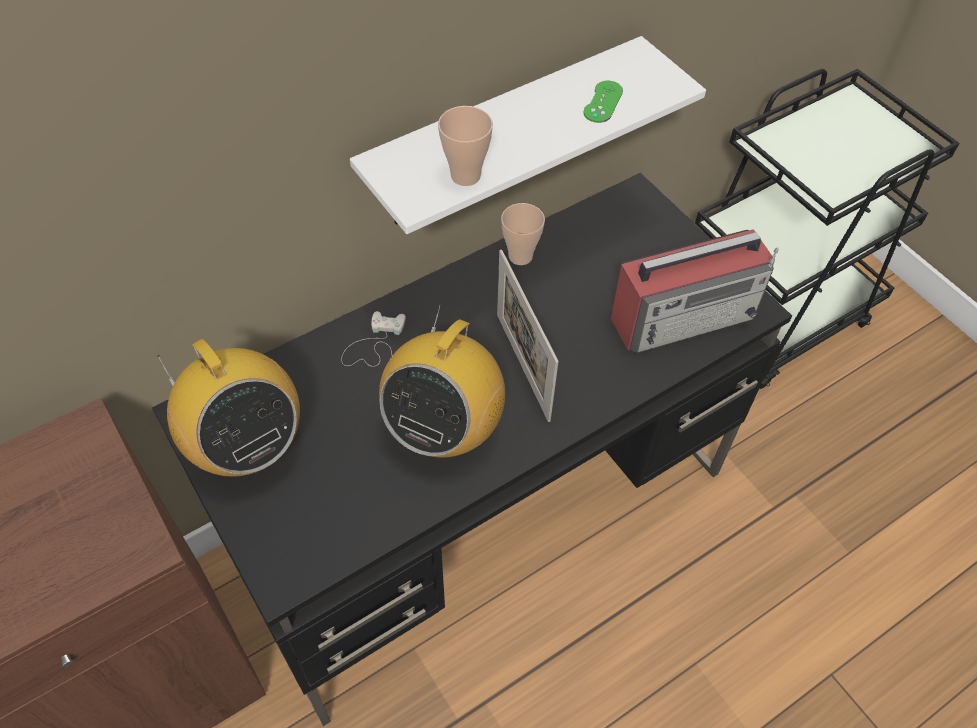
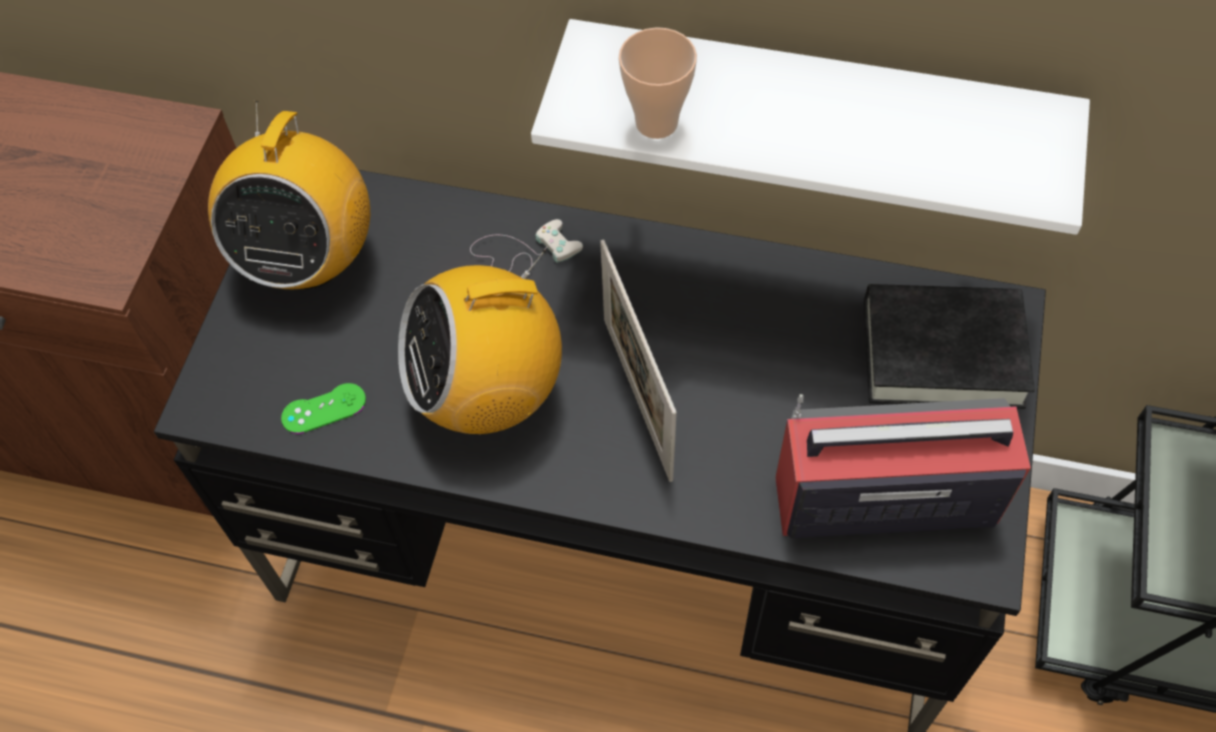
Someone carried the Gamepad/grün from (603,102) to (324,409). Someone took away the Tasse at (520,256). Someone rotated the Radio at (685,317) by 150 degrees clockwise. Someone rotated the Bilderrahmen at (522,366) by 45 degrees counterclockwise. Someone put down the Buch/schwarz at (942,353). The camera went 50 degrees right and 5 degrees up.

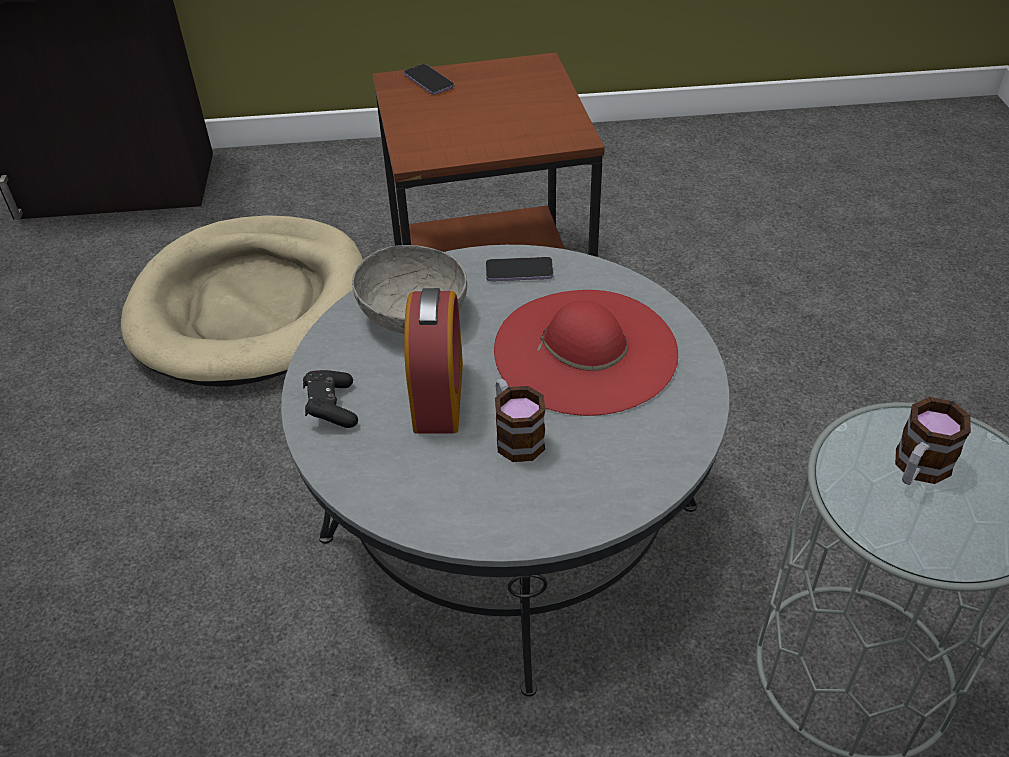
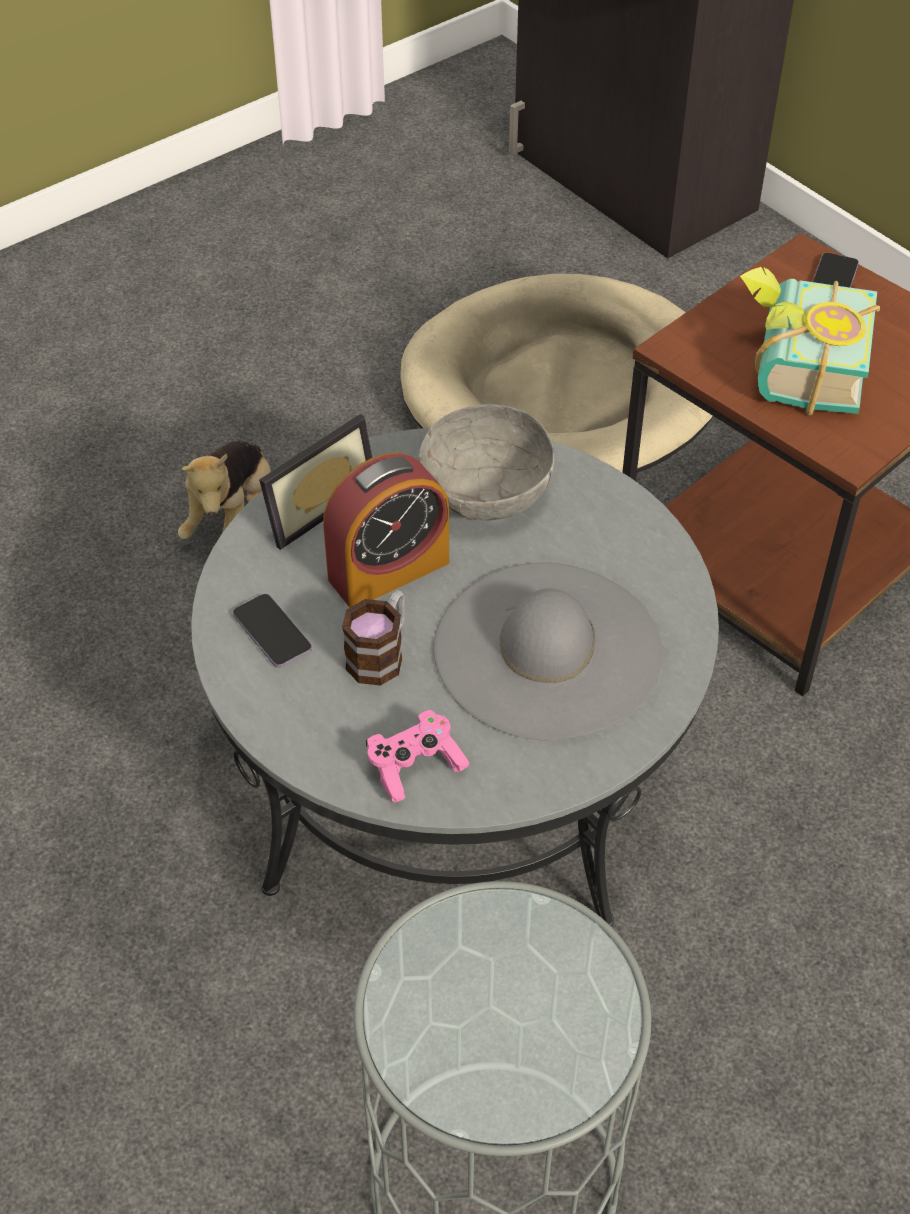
Someone carried the Handy from (519,271) to (272,632). Someone repainted the Hut/rot at (585,350), which became the Hut/grau at (548,650). Someone swapped the Gamepad/schwarz at (331,408) for the Bilderrahmen at (313,504). Someone took away the Henkelbecher at (917,469). Someone put down the Buch at (795,369). Someone put down the Plüschtier at (231,516). Someone put down the Gamepad/rosa at (415,766). The camera went 55 degrees right and 5 degrees up.

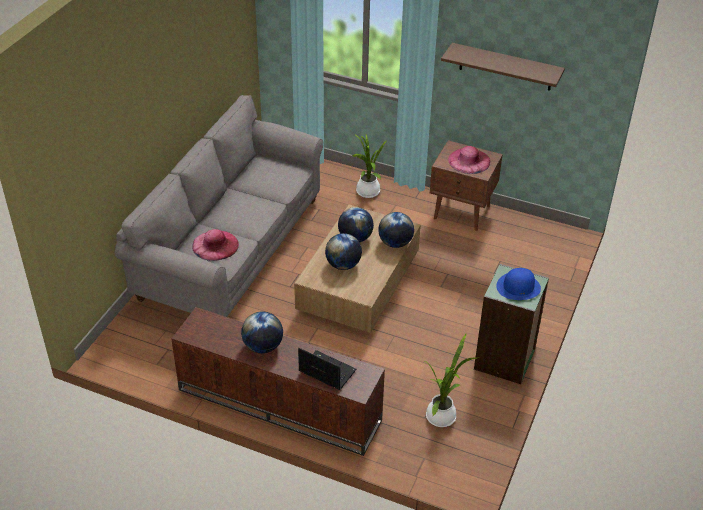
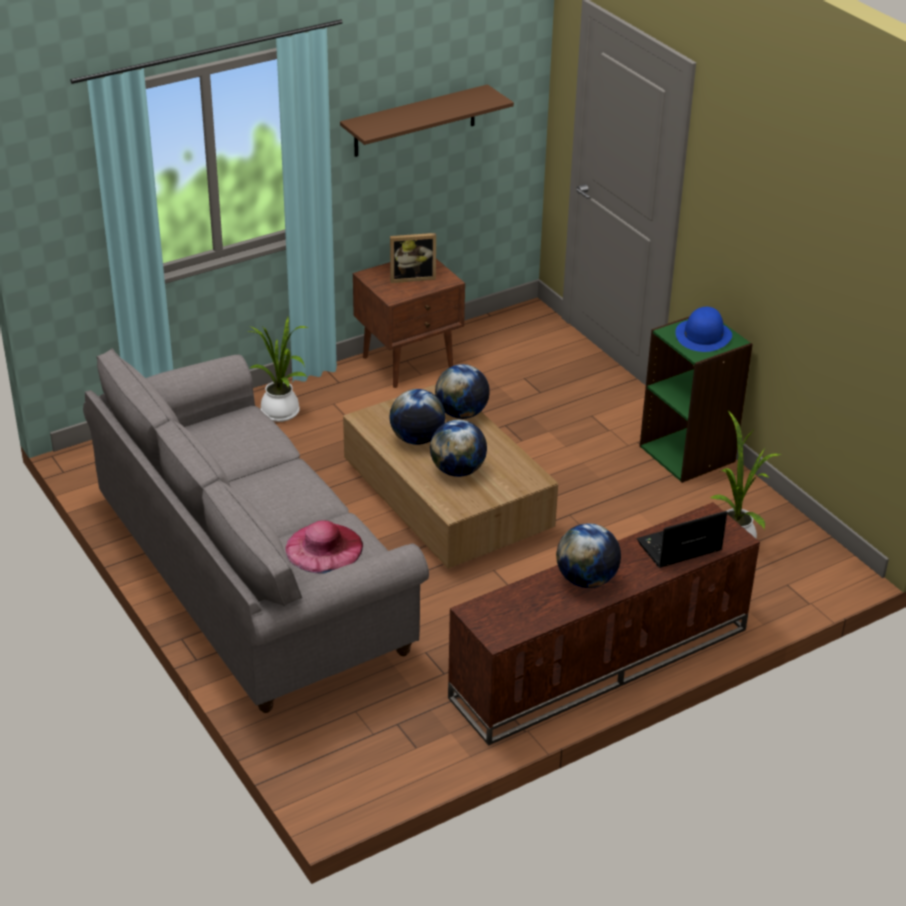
Someone swapped the Hut/rosa at (469,161) for the Bilderrahmen at (412,277). The camera went 55 degrees left and 5 degrees down.

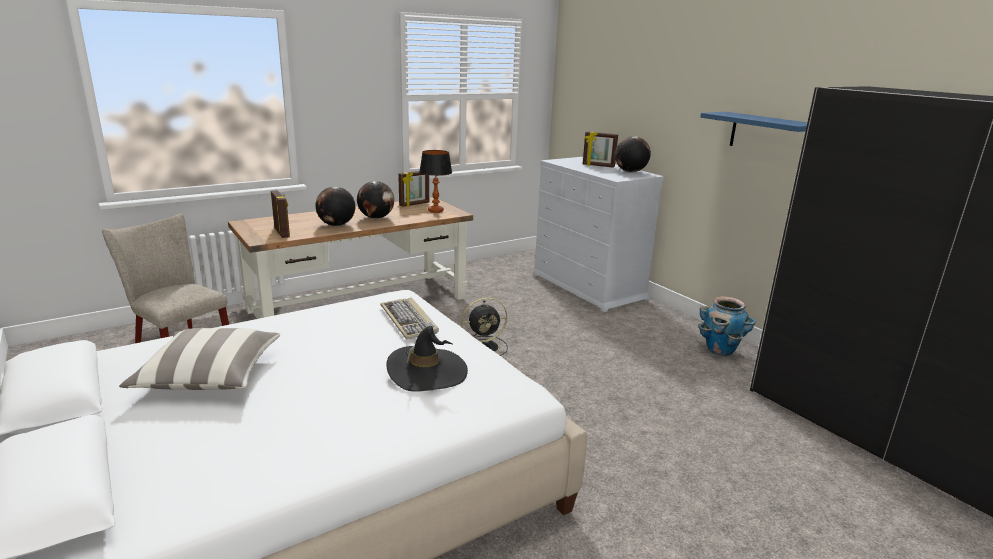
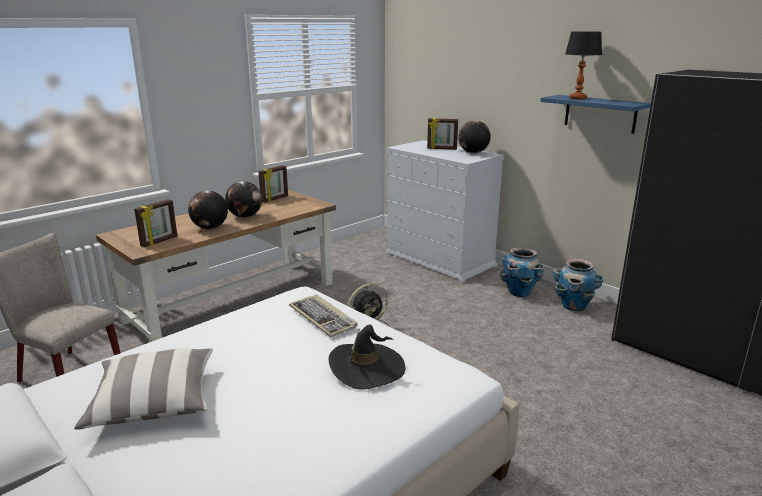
Someone carried the Tischlampe from (435,211) to (577,98). Someone rotated the Bilderrahmen at (282,233) by 75 degrees clockwise. Someone put down the Pflanzkübel at (519,292). The camera went 10 degrees left and 0 degrees up.

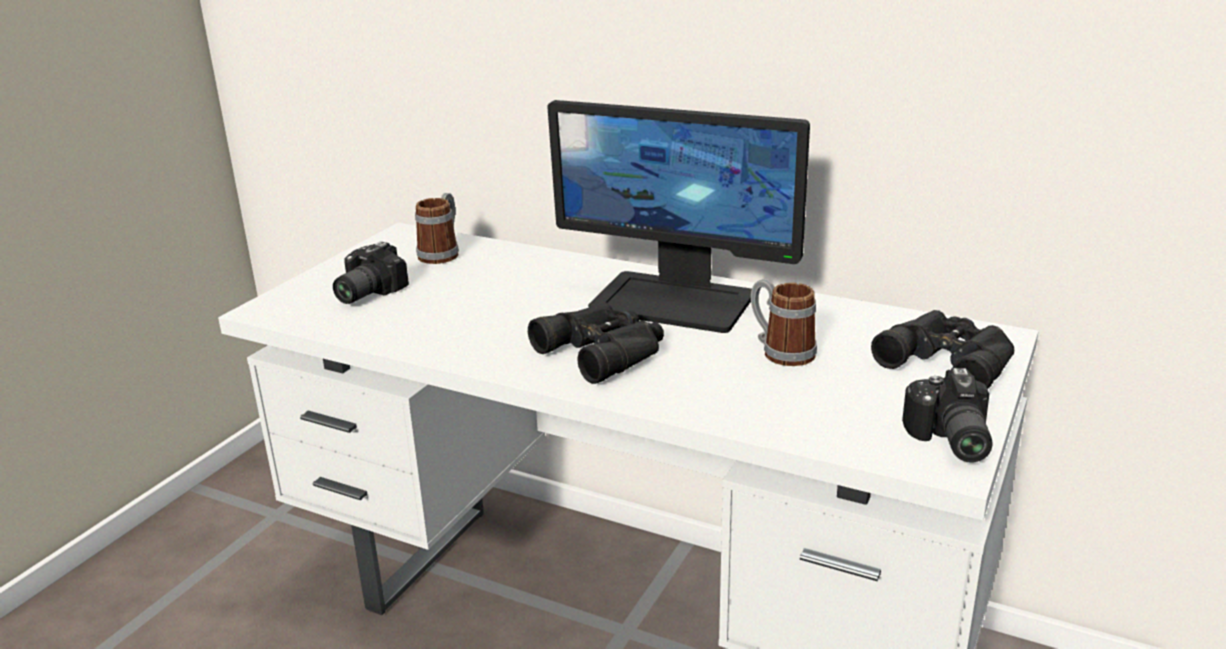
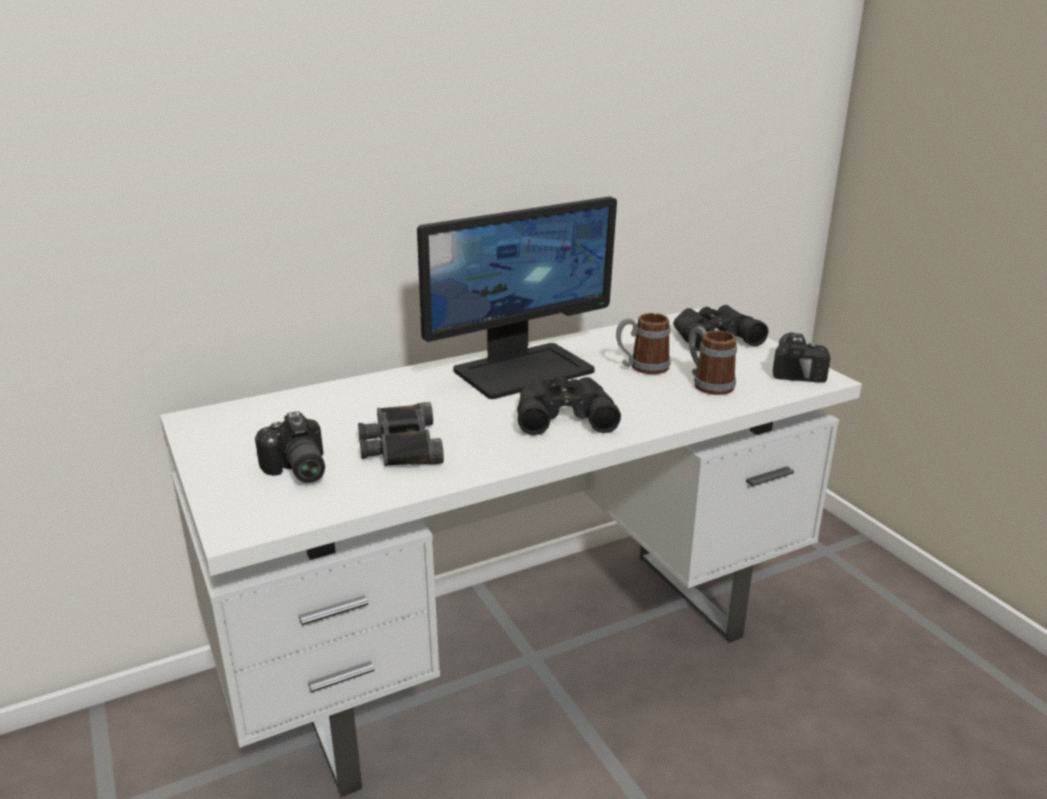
Someone carried the Henkelbecher from (442,253) to (708,383). Someone rotated the Kamera at (948,441) by 120 degrees counterclockwise. Someone put down the Fernglas/schwarz at (400,445). The camera went 55 degrees left and 0 degrees up.

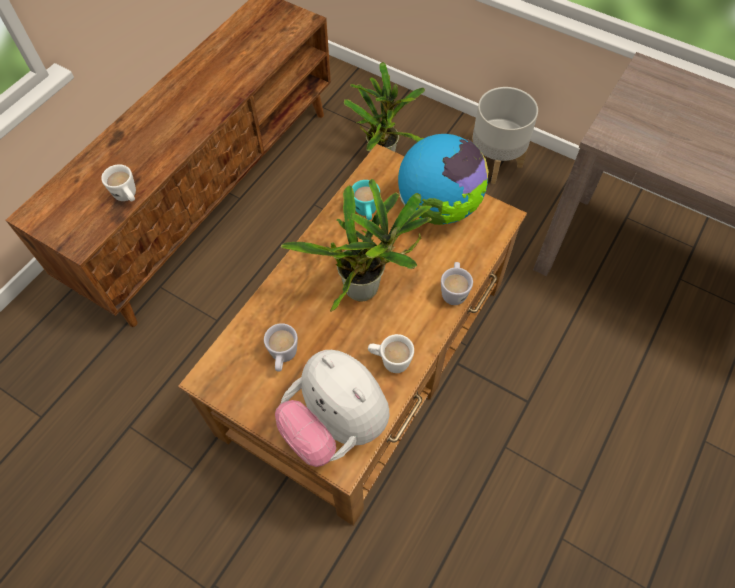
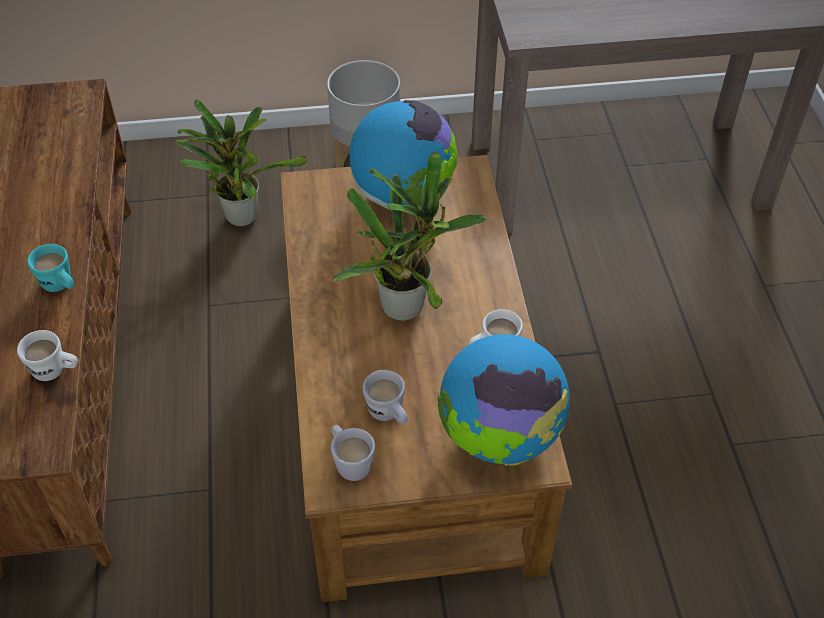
Someone carried the Henkelbecher/türkis from (366,212) to (61,286). Someone carried the Henkelbecher/weiß from (454,291) to (350,462). Someone swapped the Plüschtier at (335,425) for the Globus at (499,436). The camera went 40 degrees left and 10 degrees down.

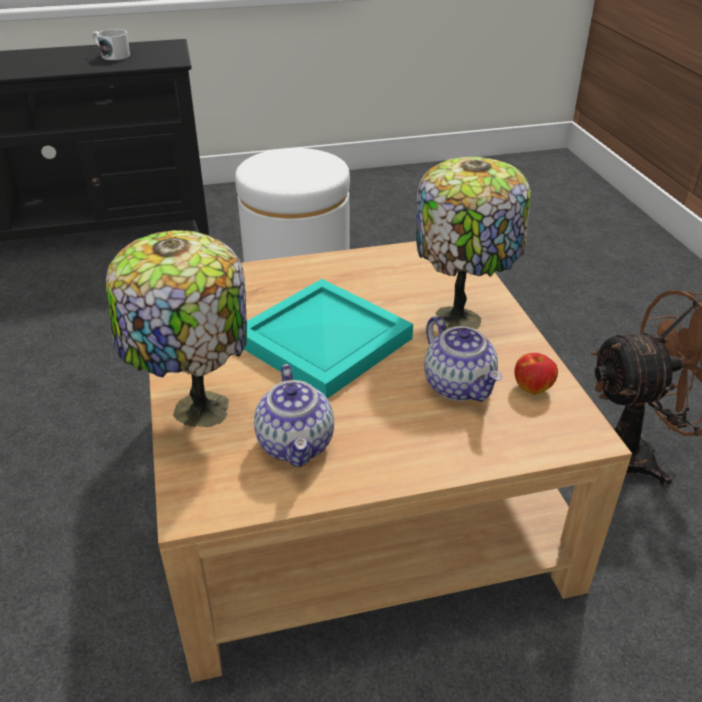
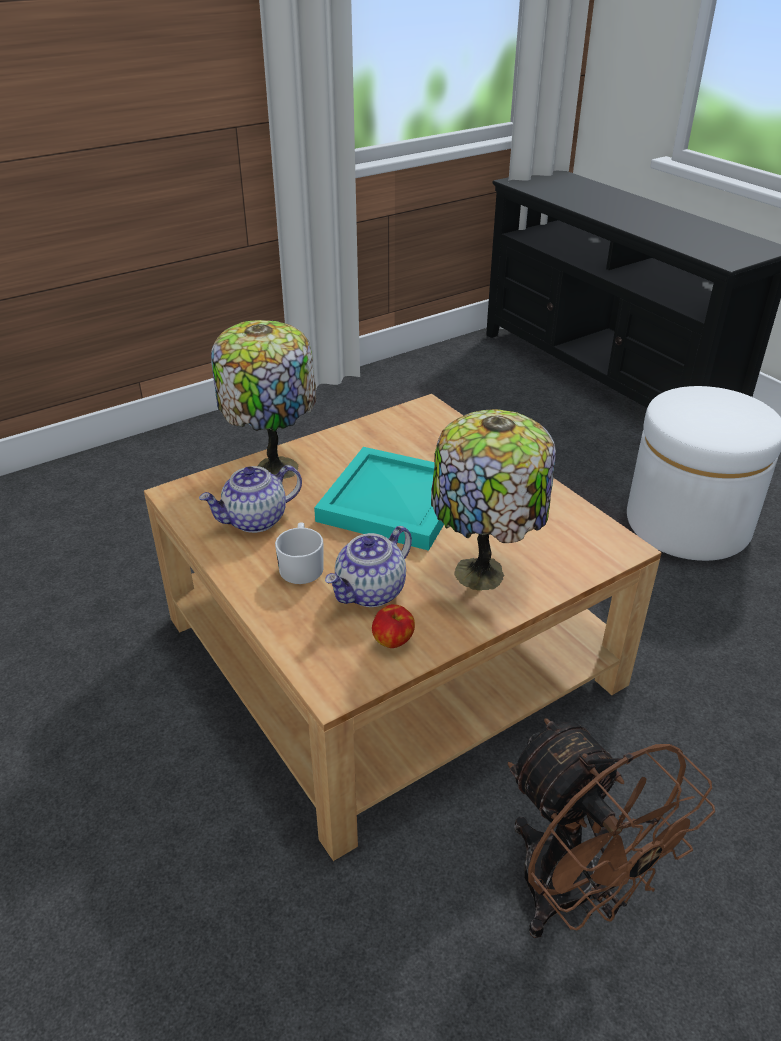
Someone carried the Henkelbecher/weiß from (112,56) to (301,565). The camera went 70 degrees right and 0 degrees up.

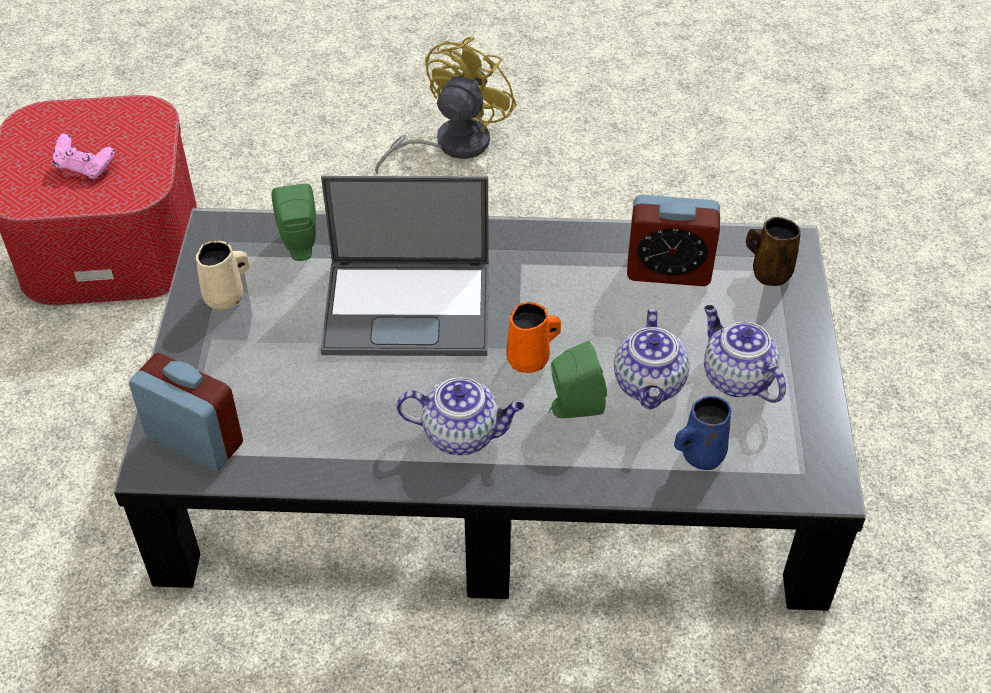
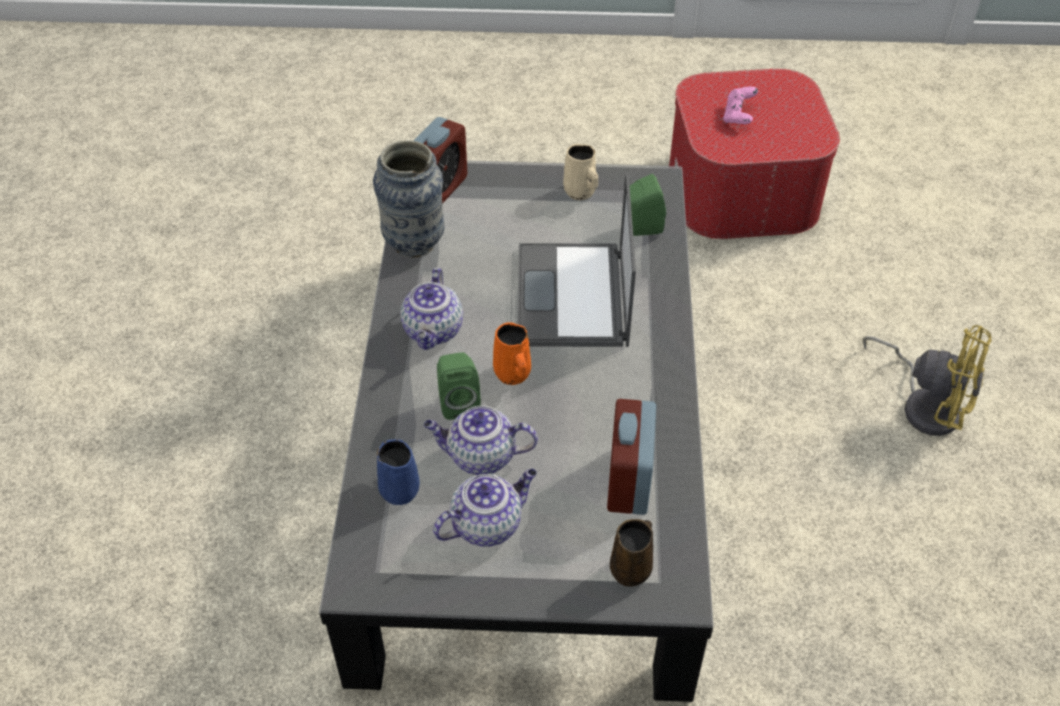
Someone put down the Vase at (414,244). The camera went 90 degrees right and 0 degrees up.

